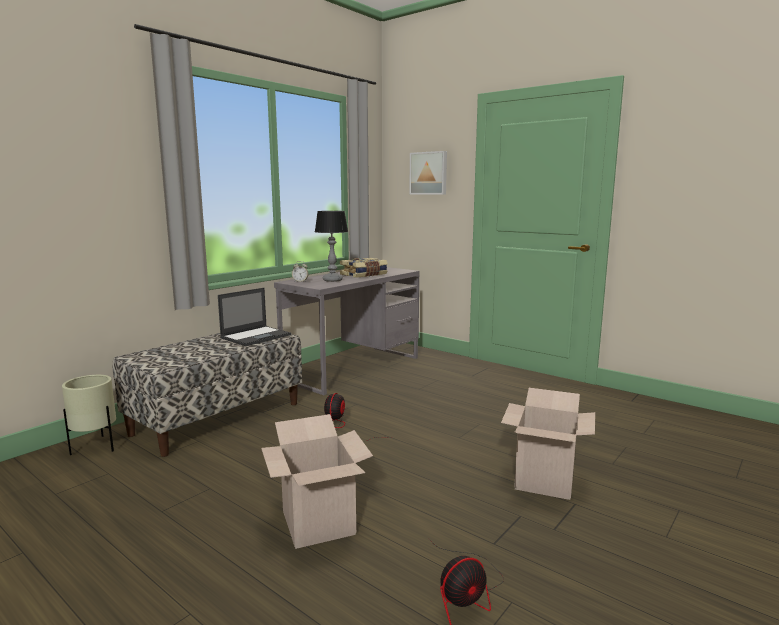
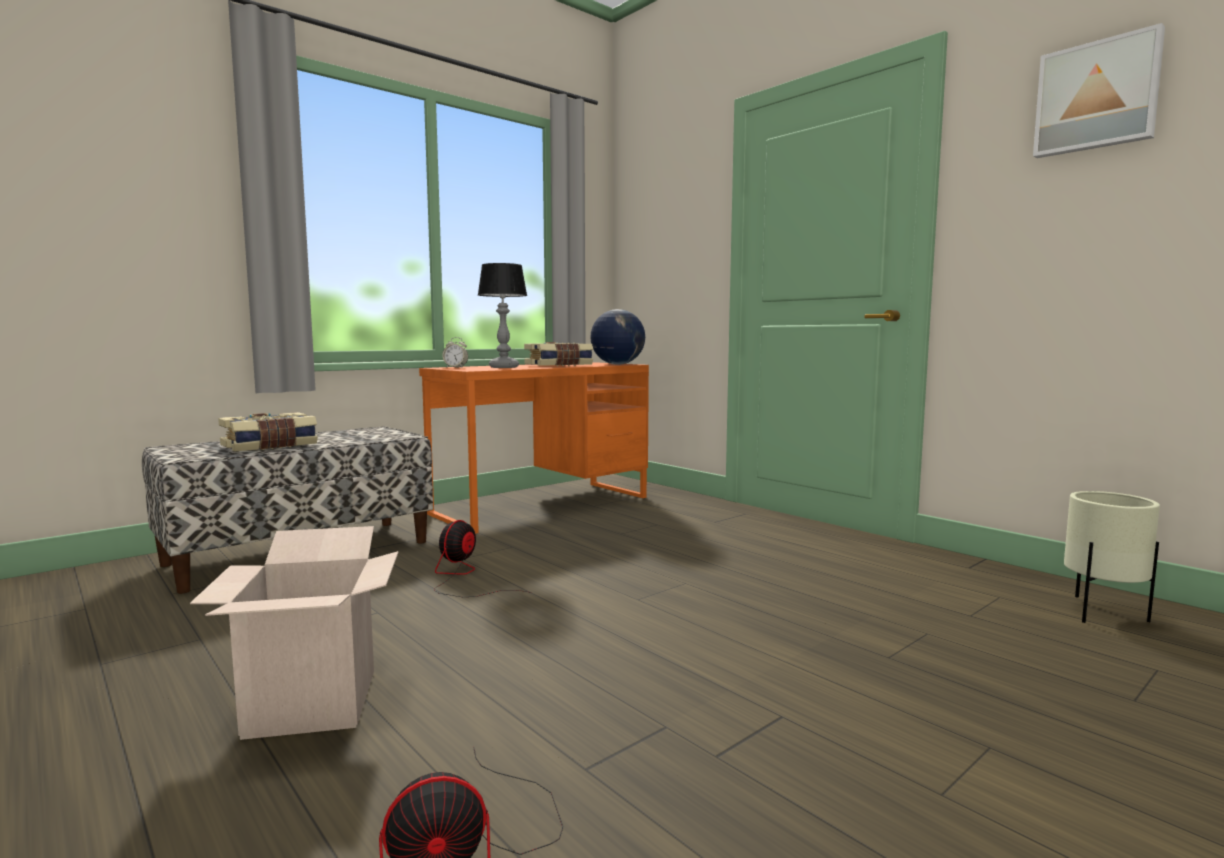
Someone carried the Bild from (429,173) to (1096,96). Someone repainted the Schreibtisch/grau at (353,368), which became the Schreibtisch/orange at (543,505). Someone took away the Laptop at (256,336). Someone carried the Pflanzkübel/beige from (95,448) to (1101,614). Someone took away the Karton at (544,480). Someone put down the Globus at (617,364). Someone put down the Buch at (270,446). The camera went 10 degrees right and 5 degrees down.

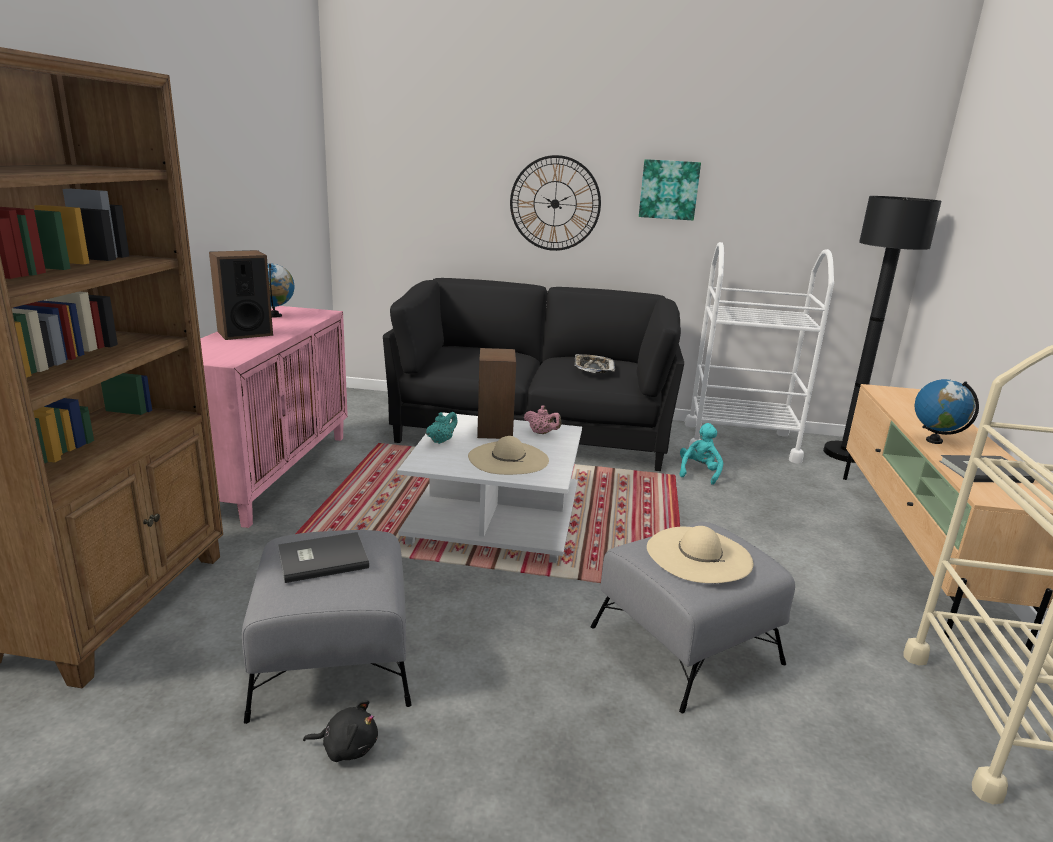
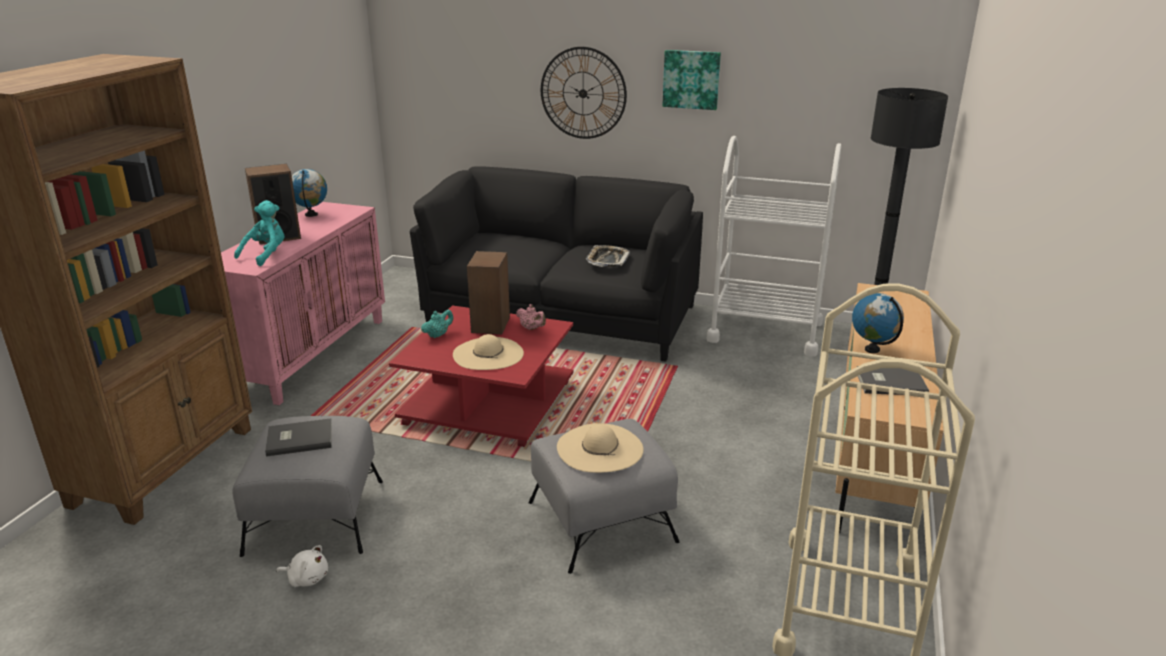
Someone repainted the Couchtisch/weiß at (497,517), which became the Couchtisch/rot at (490,403). Someone carried the Plüschtier/türkis from (699,472) to (266,255). Someone repainted the Plüschtier/schwarz at (347,747), which became the Plüschtier/weiß at (307,578). The camera went 10 degrees right and 5 degrees up.

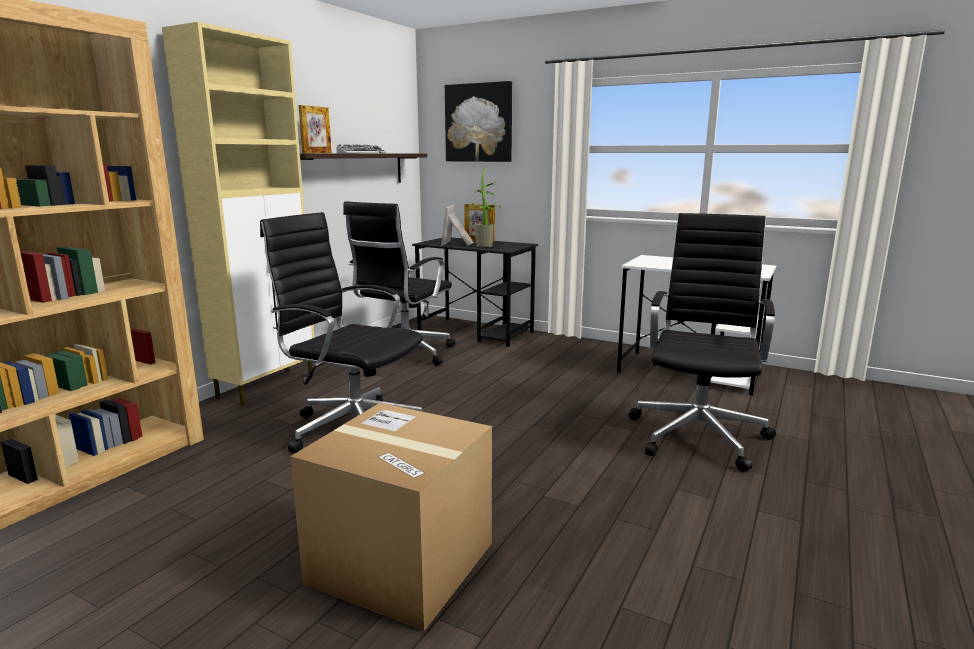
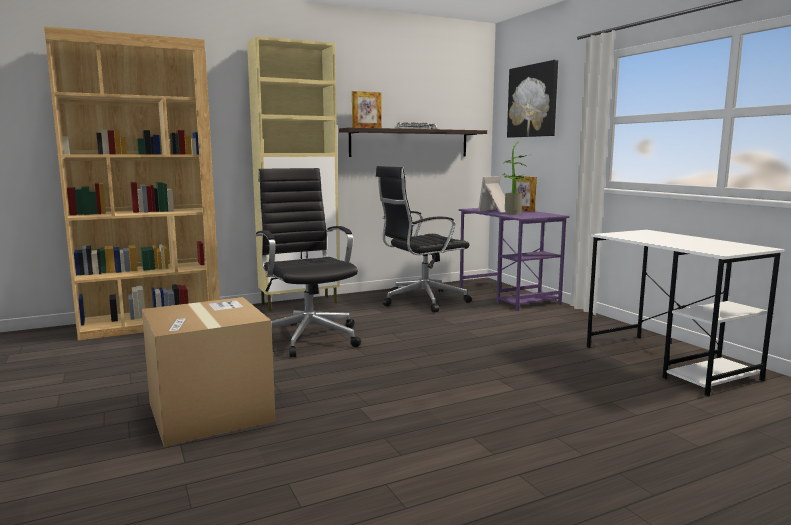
Someone took away the Bürostuhl/schwarz at (698,434). Someone repainted the Schreibtisch/schwarz at (476,332), which became the Schreibtisch/lila at (508,296). The camera went 35 degrees right and 5 degrees down.

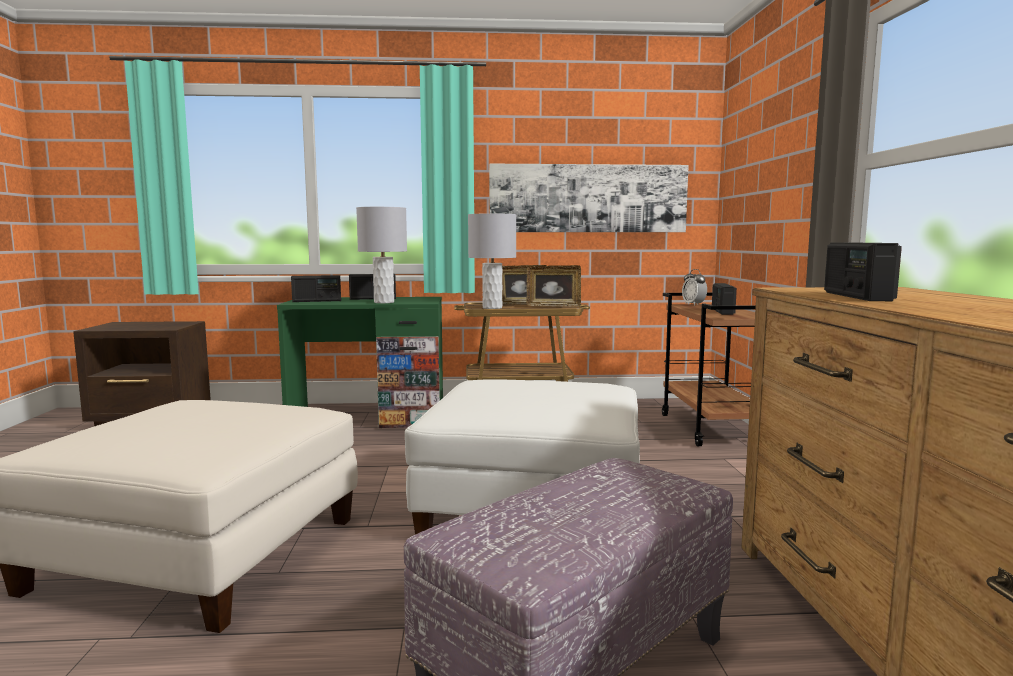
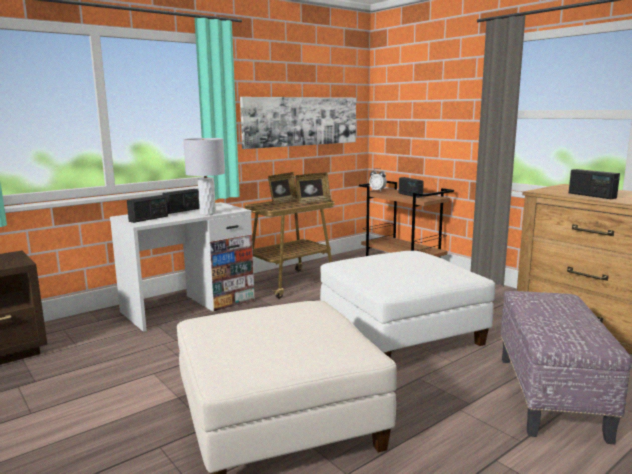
Someone took away the Tischlampe/grau at (492,308). Someone repainted the Schreibtisch/grün at (368,418), which became the Schreibtisch/weiß at (188,306). The camera went 35 degrees left and 5 degrees up.

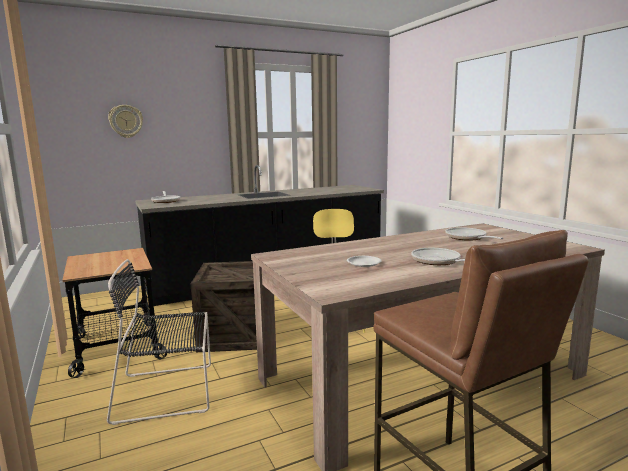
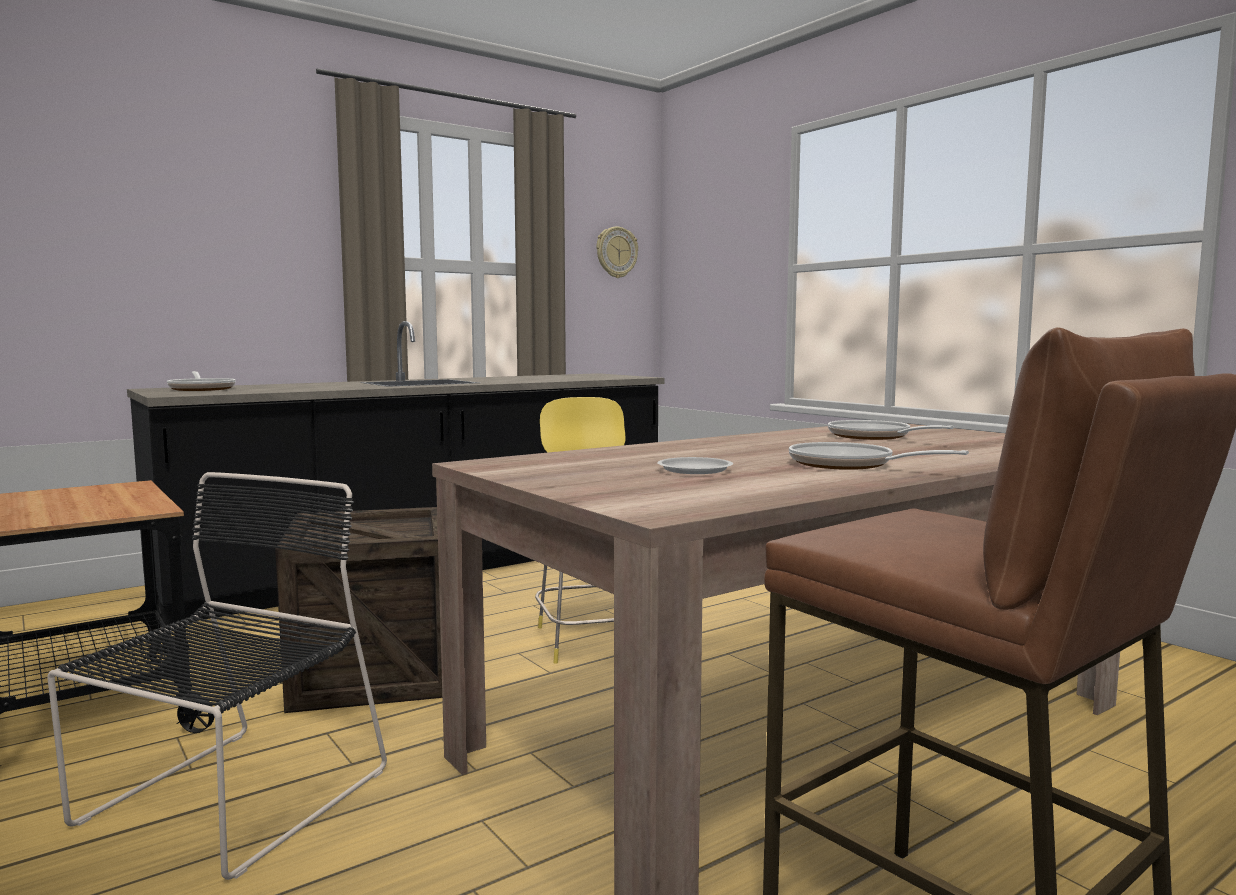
Someone carried the Wanduhr from (126,121) to (616,252). Someone rotated the Stuhl/schwarz at (169,392) by 135 degrees clockwise. The camera went 10 degrees left and 5 degrees down.

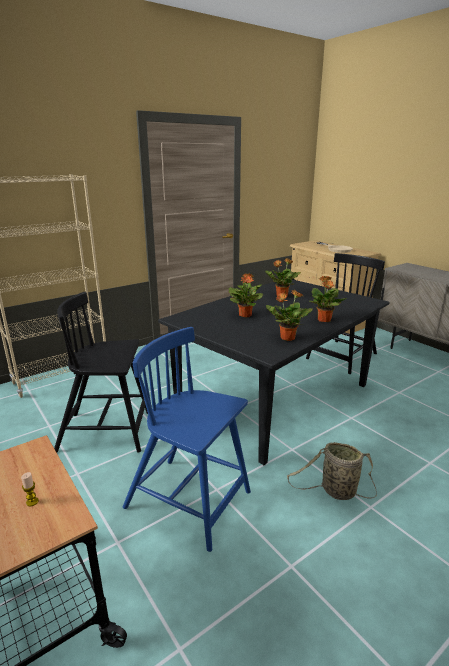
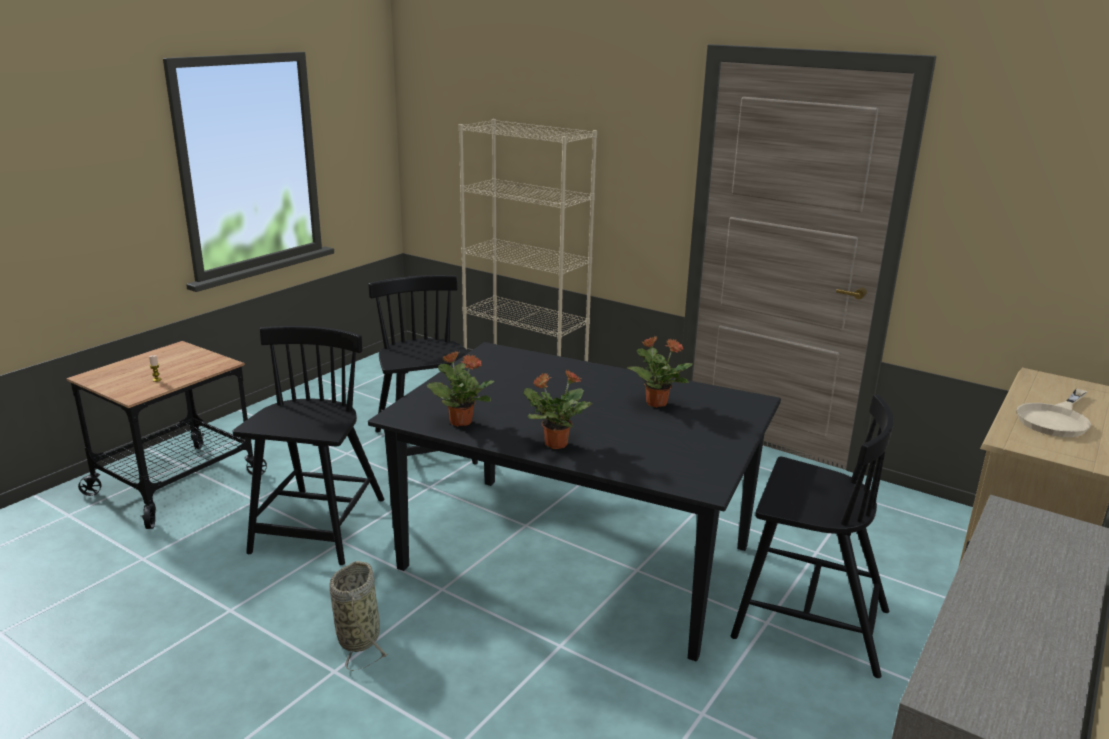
Someone took away the Topfpflanze at (245,315). Someone repainted the Stuhl/blau at (190,501), which became the Stuhl/schwarz at (318,527). The camera went 70 degrees right and 0 degrees up.

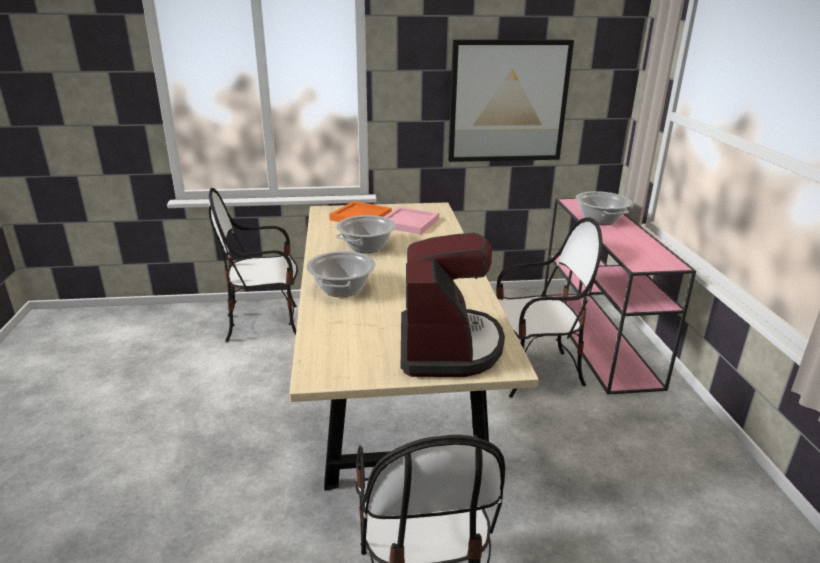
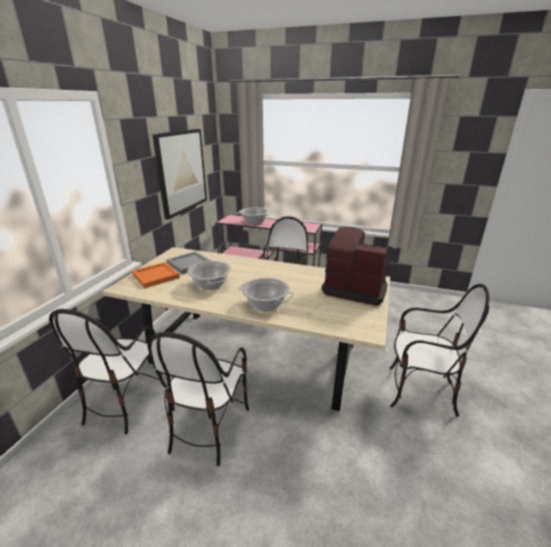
Someone repainted the Tablett/rosa at (408,222), which became the Tablett/grau at (188,264). Someone put down the Stuhl at (208,427). The camera went 65 degrees left and 0 degrees up.

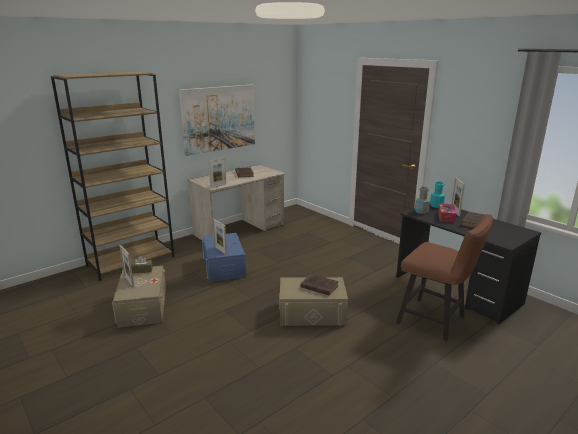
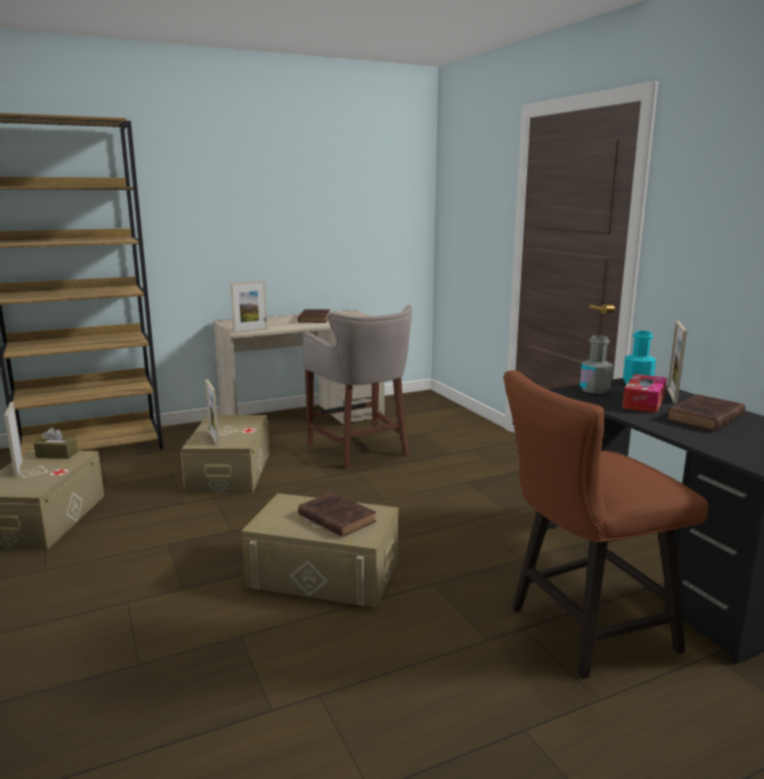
Someone took away the Bild at (219,118). Someone rotated the Stuhl/braun at (436,321) by 105 degrees clockwise. Someone repainted the Aufbewahrungsbox/blau at (224,266), which became the Aufbewahrungsbox/beige at (230,472). Someone put down the Hocker/grau at (361,449). The camera went 15 degrees right and 5 degrees down.

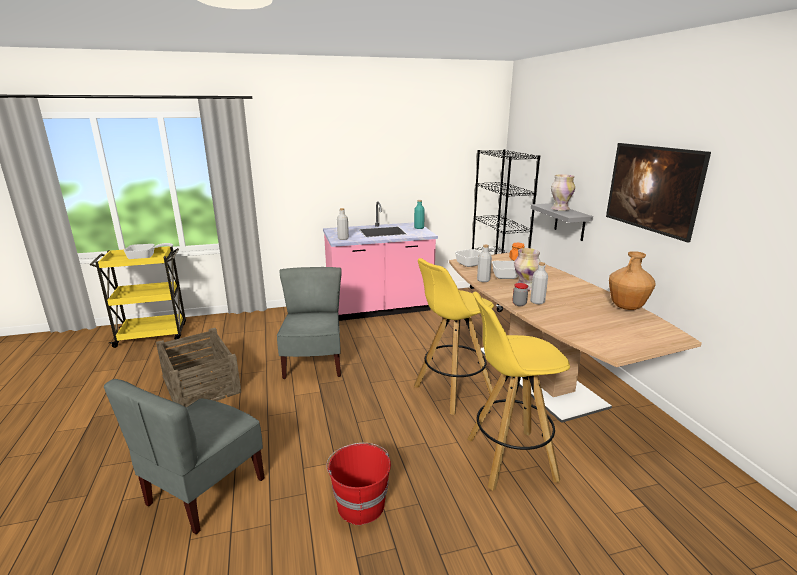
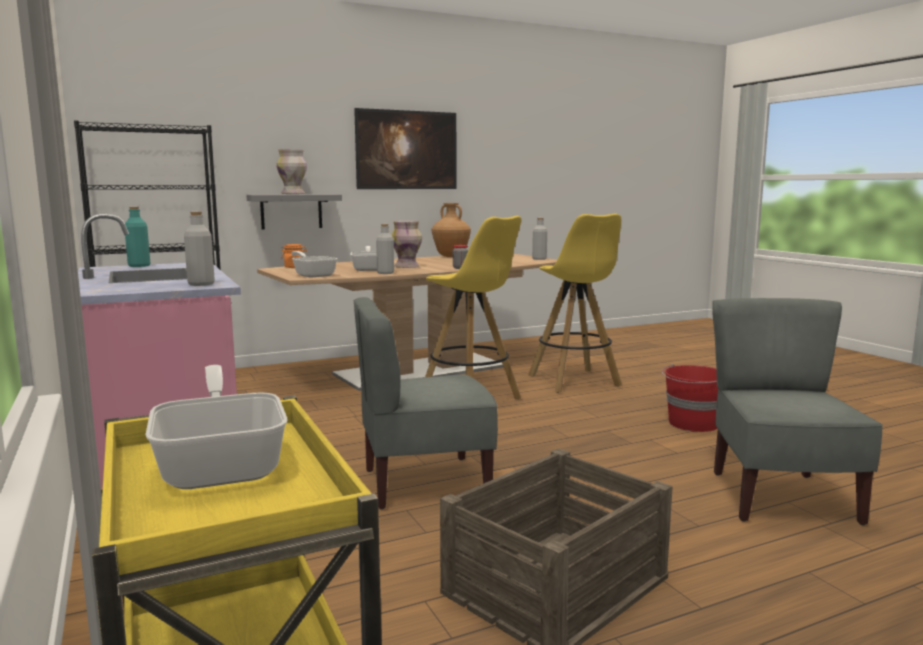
Someone carried the Flasche/grau from (537,302) to (539,259). Someone rotated the Stuhl/grau at (204,491) by 105 degrees counterclockwise. The camera went 100 degrees left and 10 degrees down.

